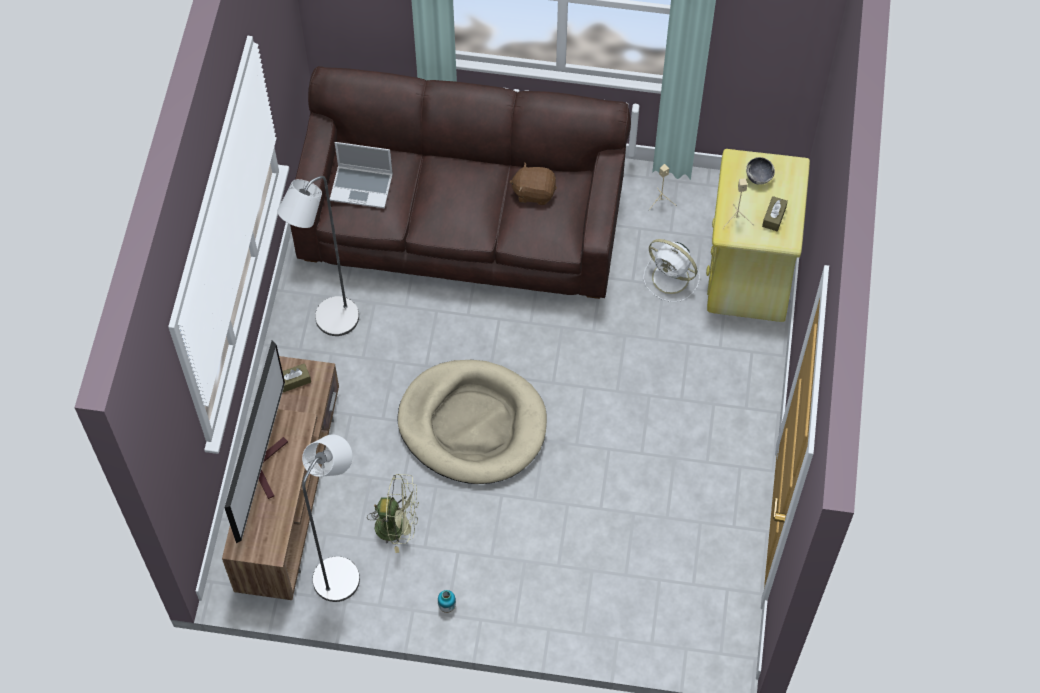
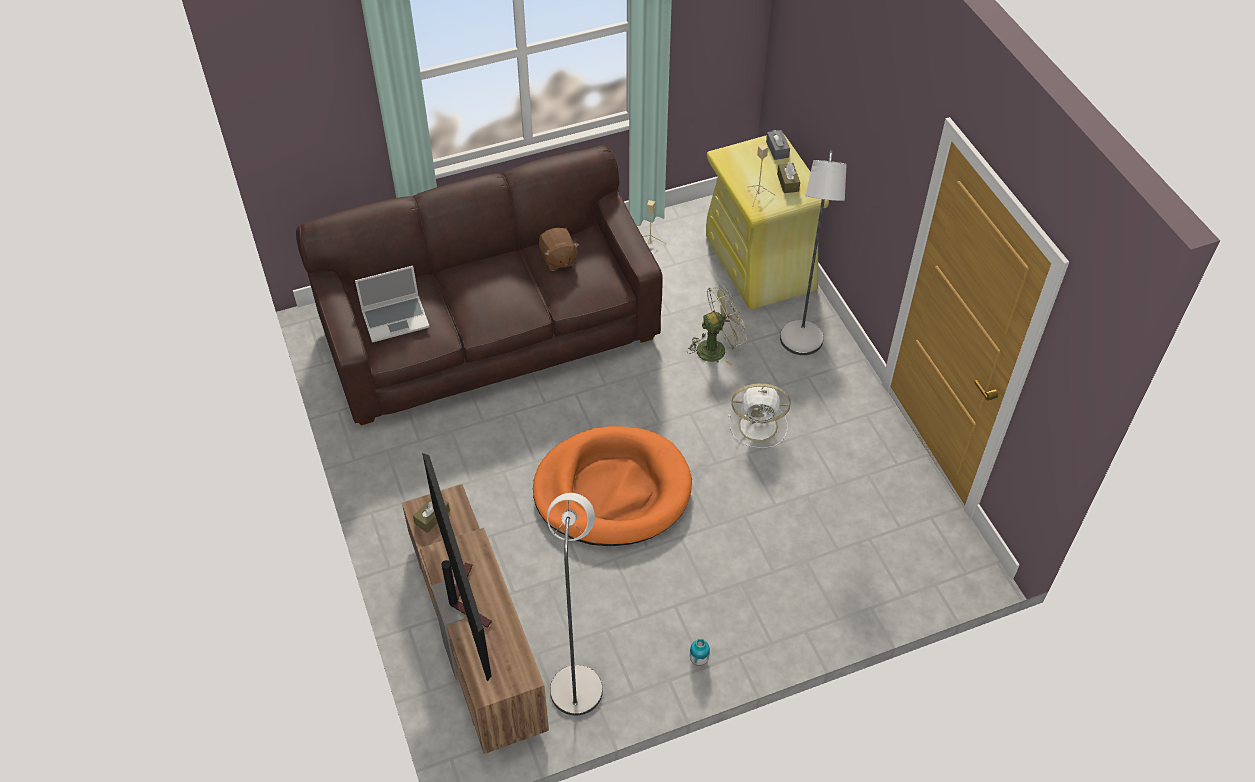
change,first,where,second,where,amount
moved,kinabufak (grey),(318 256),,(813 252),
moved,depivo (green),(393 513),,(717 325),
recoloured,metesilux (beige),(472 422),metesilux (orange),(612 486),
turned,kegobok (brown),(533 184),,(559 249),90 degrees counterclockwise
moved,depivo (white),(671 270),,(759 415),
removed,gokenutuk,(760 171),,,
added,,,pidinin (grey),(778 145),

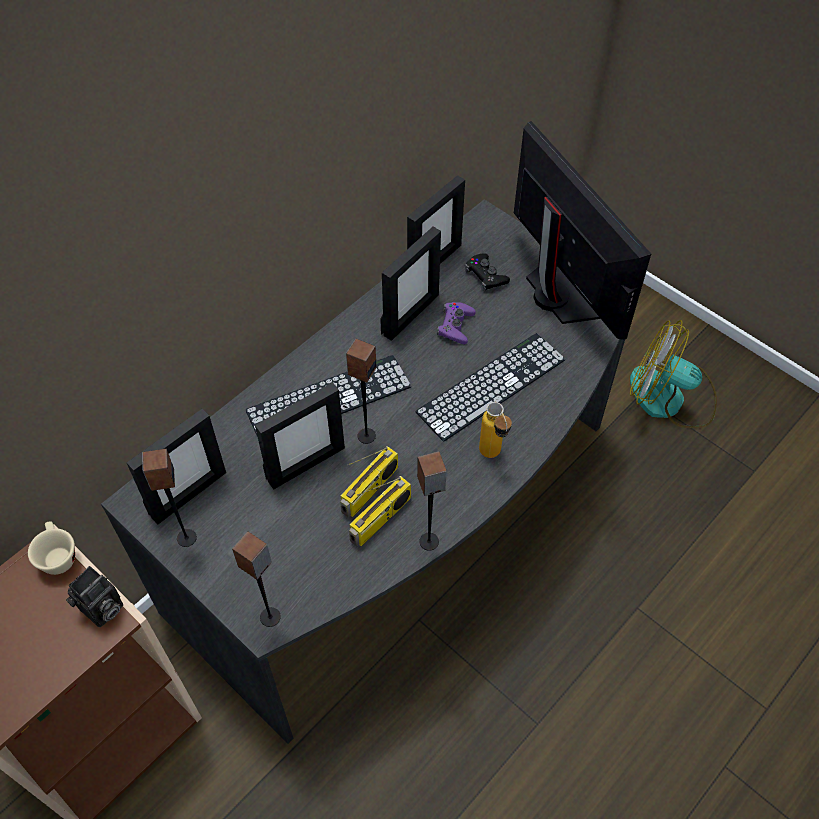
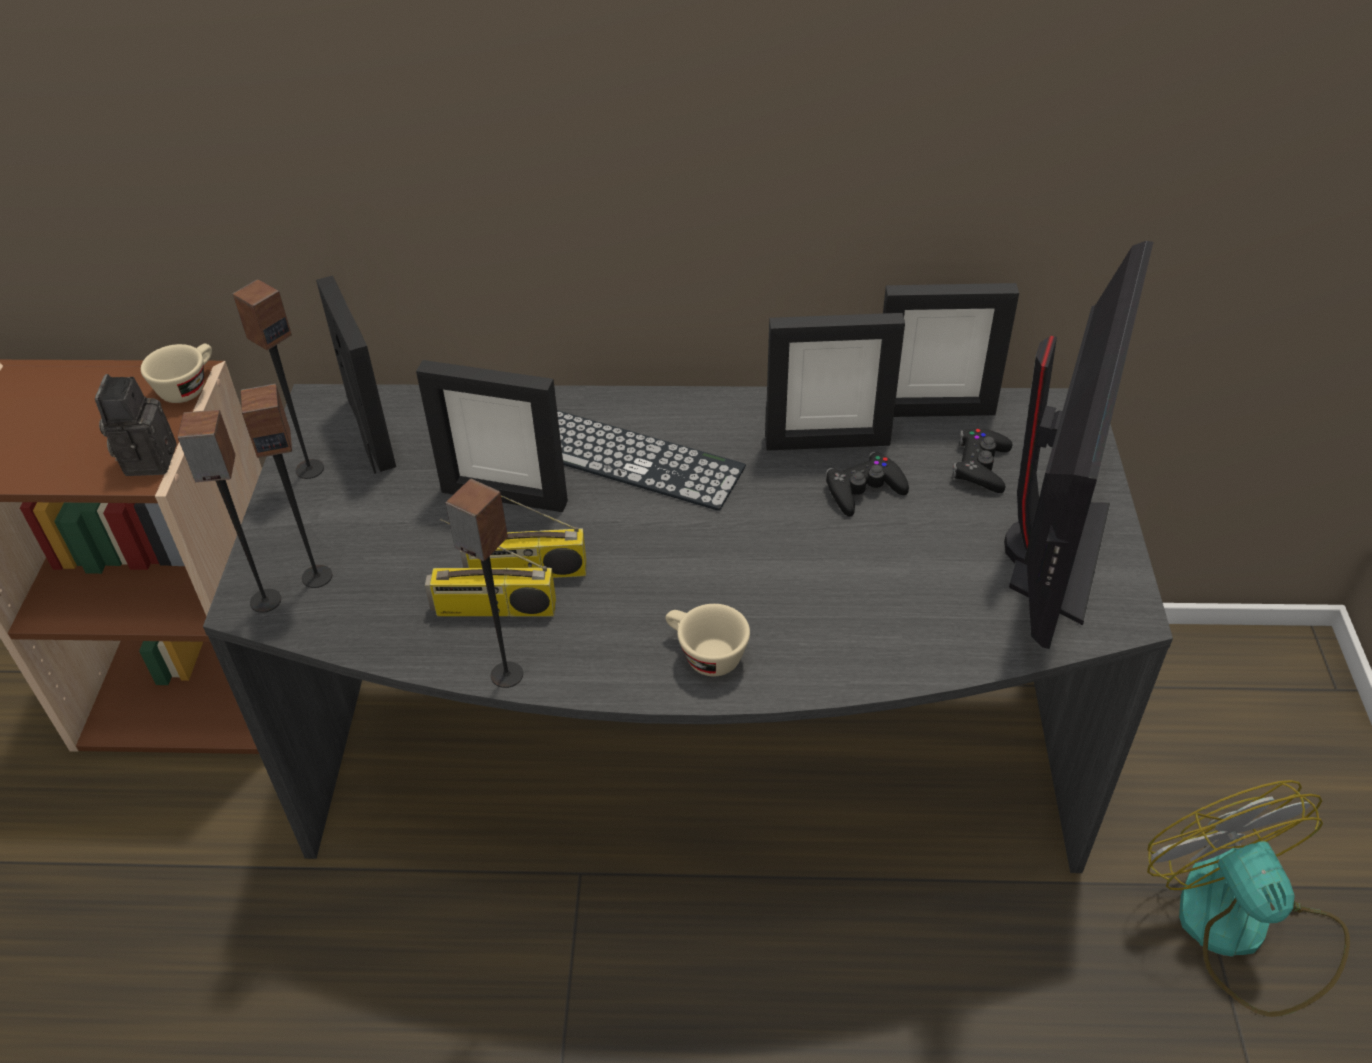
change,first,where,second,where,amount
turned,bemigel,(94 596),,(136 425),90 degrees clockwise
turned,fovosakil,(176 466),,(356 375),120 degrees counterclockwise
moved,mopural,(361 391),,(287 486),
removed,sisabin,(490 387),,,
recoloured,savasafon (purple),(456 323),savasafon (black),(867 484),
replaced,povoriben,(495 430),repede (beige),(707 640),

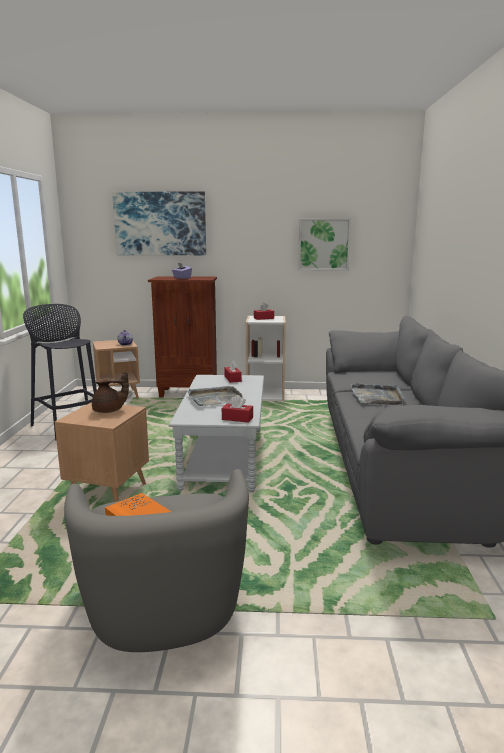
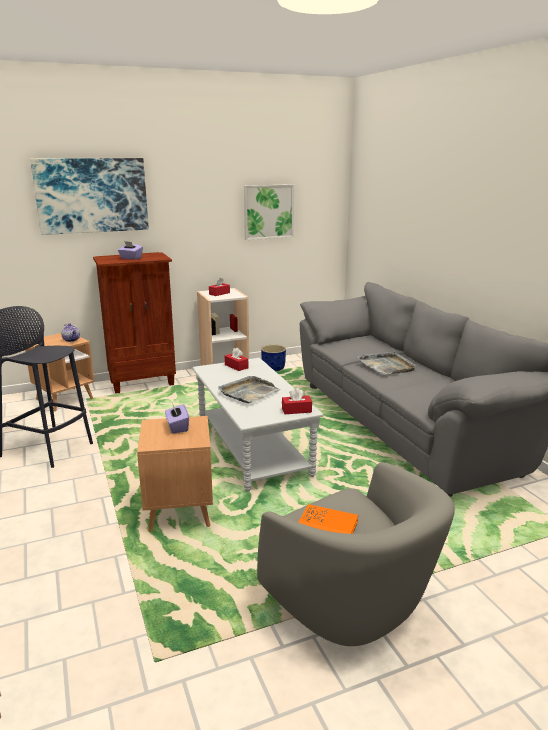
change,first,where,second,where,amount
replaced,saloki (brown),(110 392),pidinin (purple),(177 418),
added,,,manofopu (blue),(273 358),

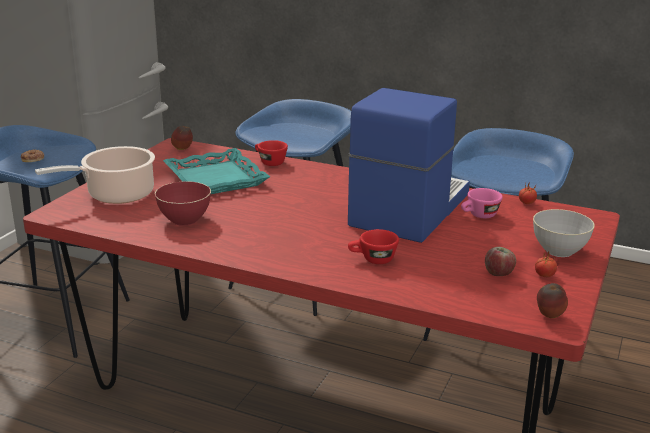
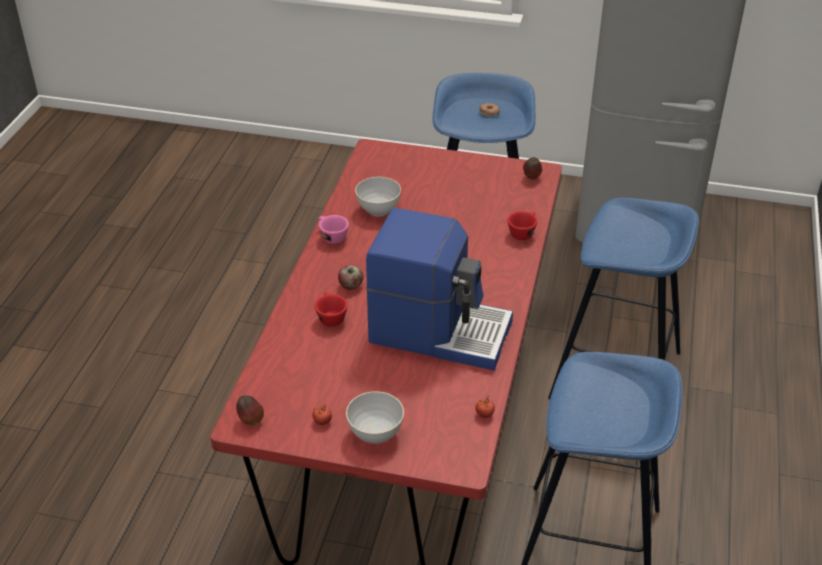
change,first,where,second,where,amount
removed,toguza,(95 175),,,
recoloured,gokenutuk (red),(183 203),gokenutuk (grey),(378 196),
removed,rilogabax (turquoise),(216 171),,,
moved,repede (pink),(482 203),,(333 229),
moved,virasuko,(500 261),,(351 277),

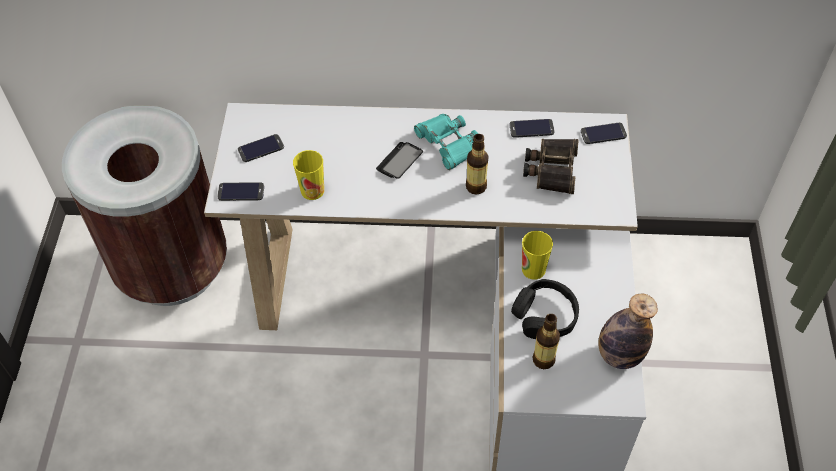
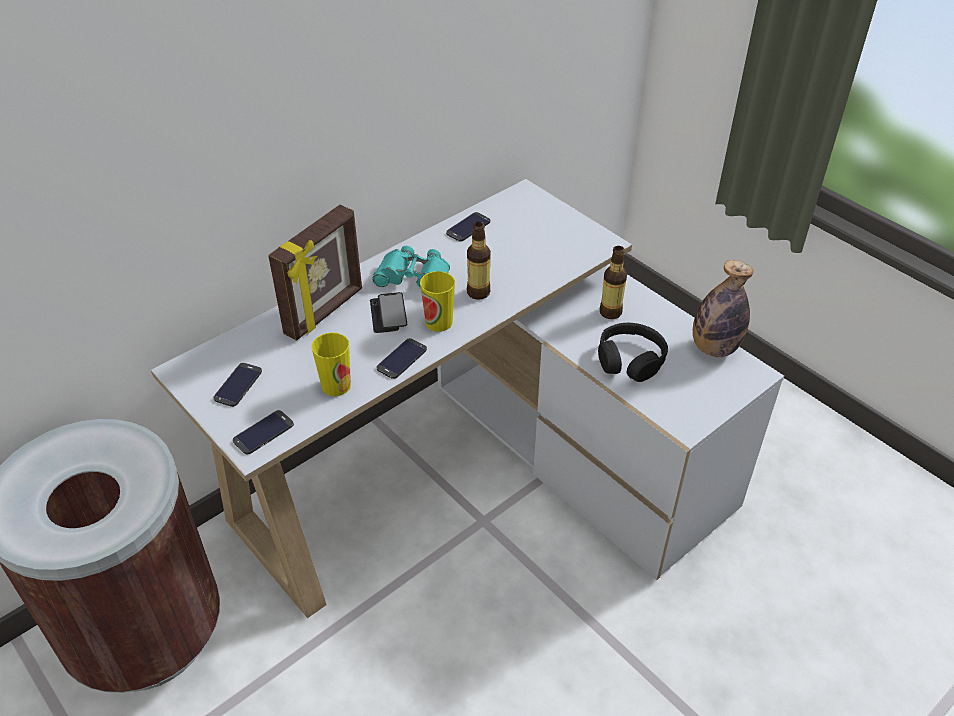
change,first,where,second,where,amount
moved,repede,(537 255),,(437 301),
removed,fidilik,(551 166),,,
moved,povoriben,(546 341),,(613 282),
moved,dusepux,(604 133),,(402 358),
added,,,fovosakil,(315 273),

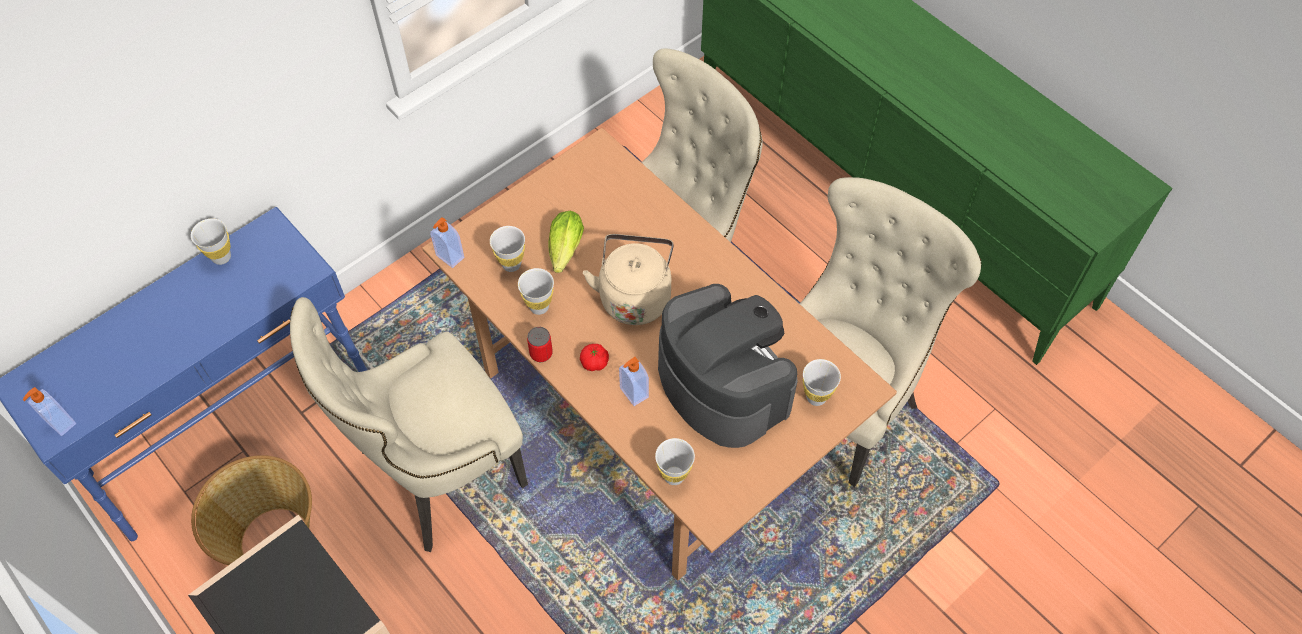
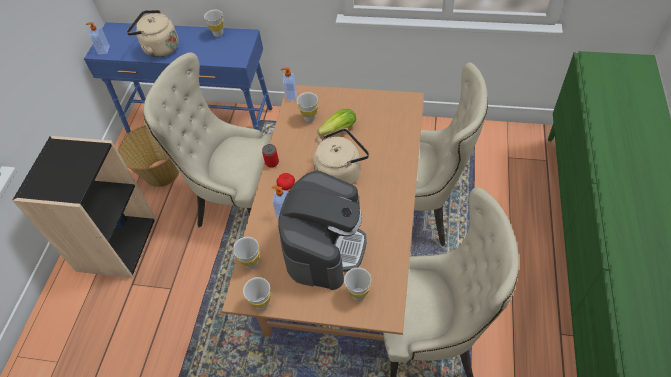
change,first,where,second,where,amount
moved,repede (white),(536 291),,(257 293),
added,,,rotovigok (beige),(153 33),

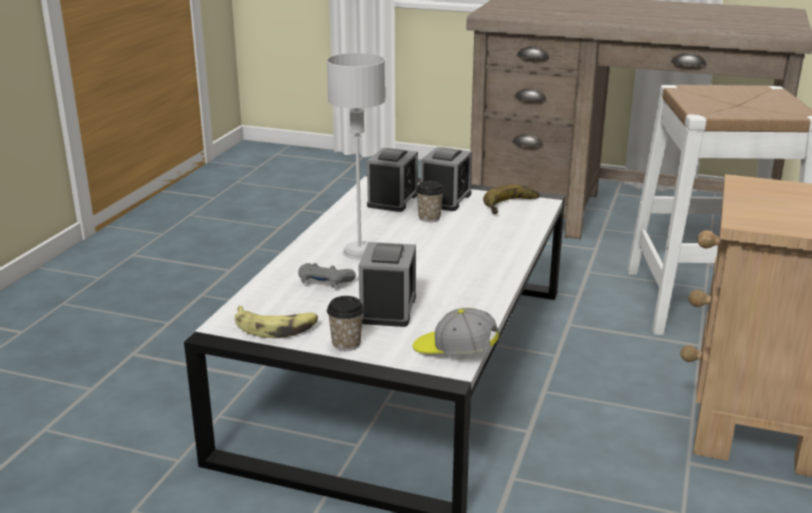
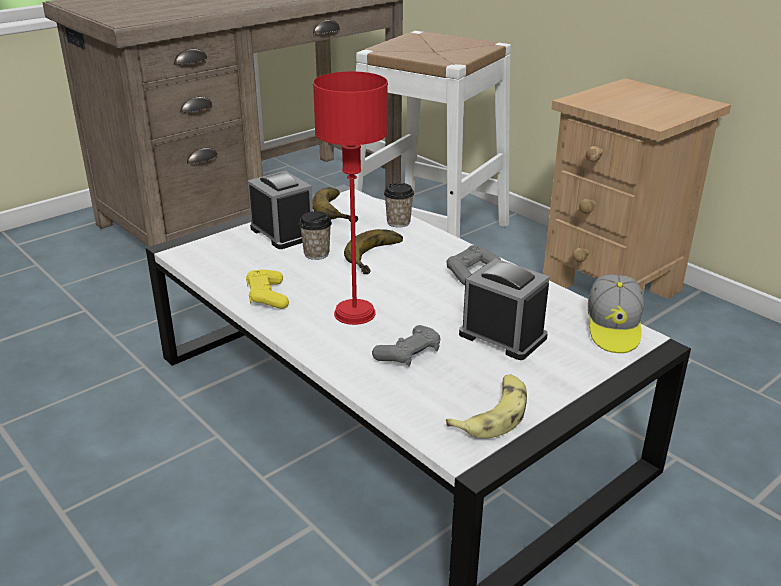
change,first,where,second,where,amount
recoloured,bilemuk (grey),(355 156),bilemuk (red),(350 198),
moved,repede,(345 323),,(399 205),
removed,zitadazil,(392 180),,,
turned,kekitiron,(456 331),,(615 313),45 degrees counterclockwise
added,,,savasafon (yellow),(267 289),
added,,,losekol,(373 251),
added,,,savasafon (grey),(474 265),

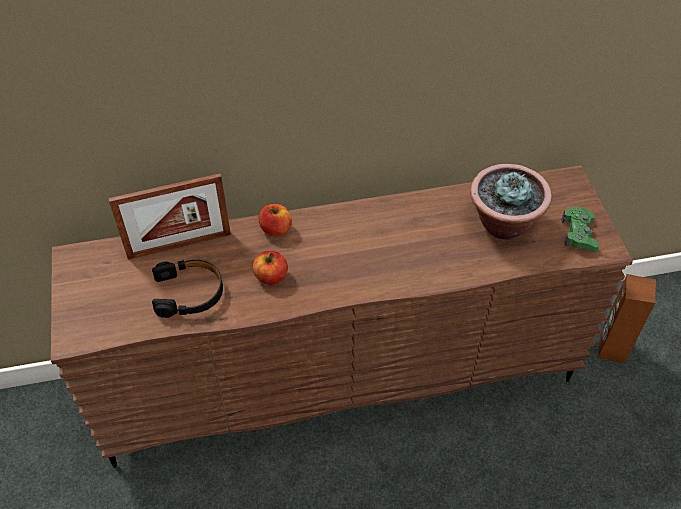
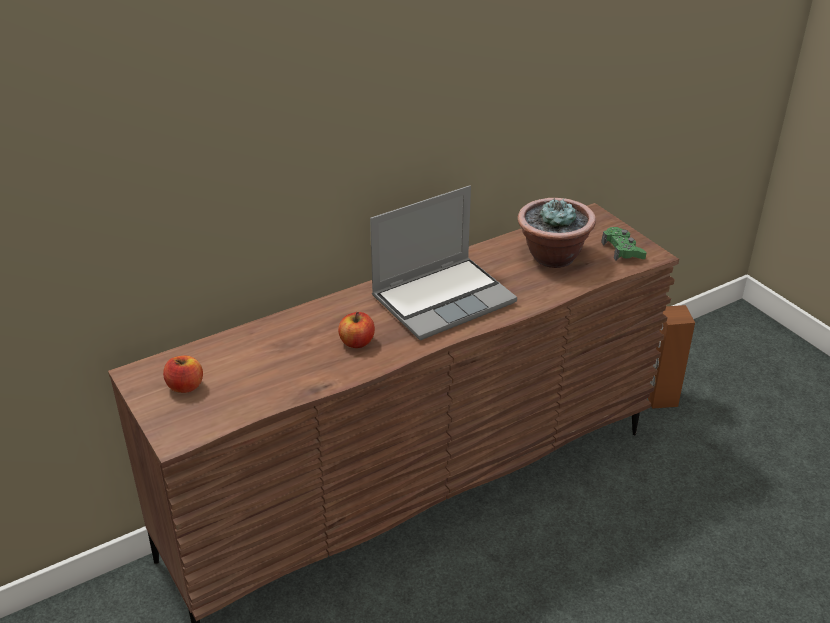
change,first,where,second,where,amount
removed,fovosakil,(170 216),,,
removed,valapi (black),(187 289),,,
moved,virasuko,(275 220),,(183 374),
added,,,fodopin,(443 262),

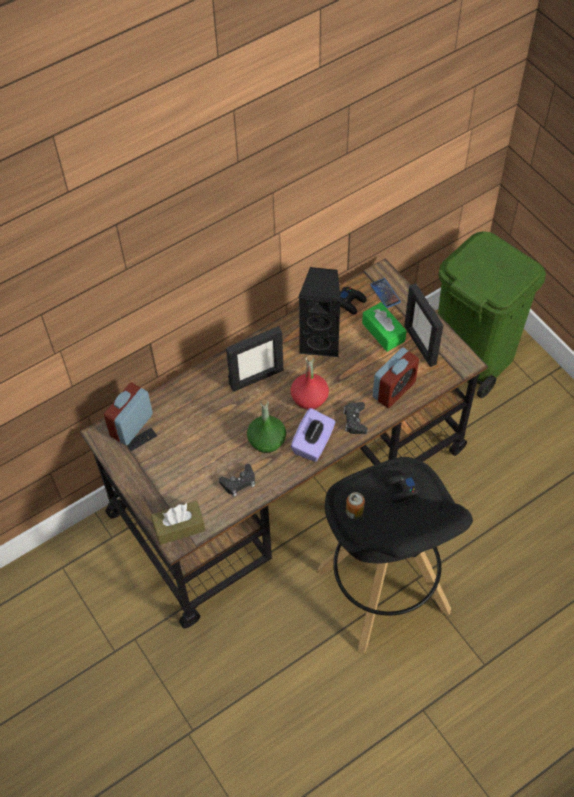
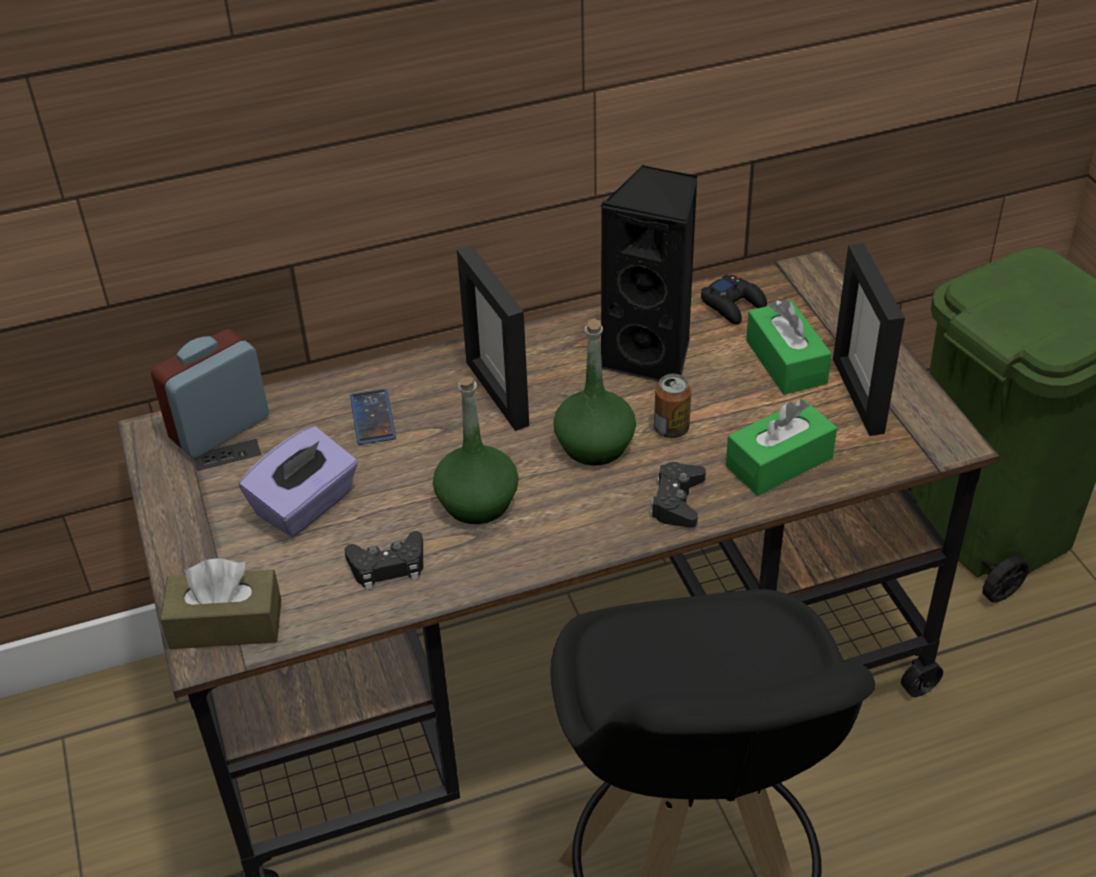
change,first,where,second,where,amount
turned,fovosakil,(255 359),,(493 338),75 degrees clockwise
recoloured,povoriben (red),(310 382),povoriben (green),(594 392),
moved,pidinin (purple),(313 435),,(298 481),
moved,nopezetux,(355 506),,(672 406),
moved,dusepux,(385 293),,(373 417),
replaced,zitadazil,(396 377),pidinin (green),(781 447),
removed,savasafon (black),(402 488),,,

